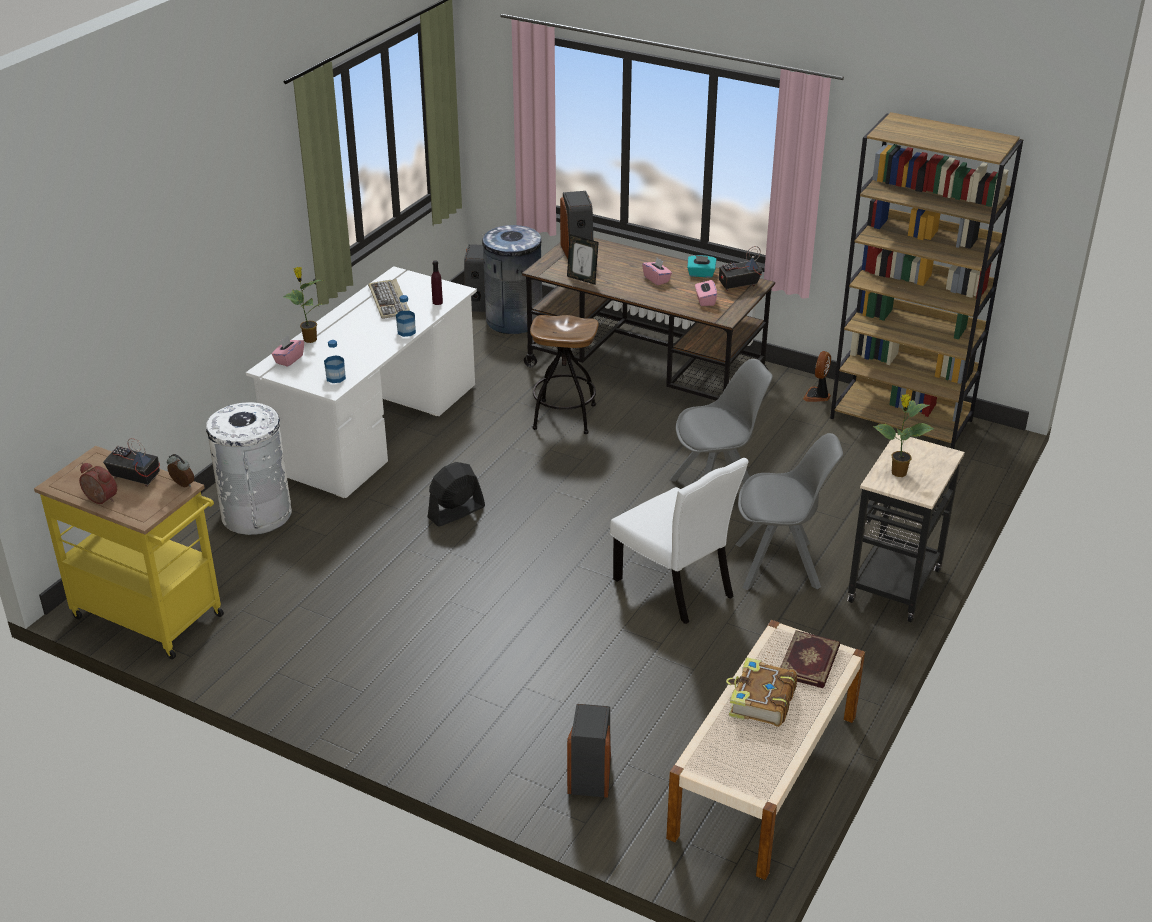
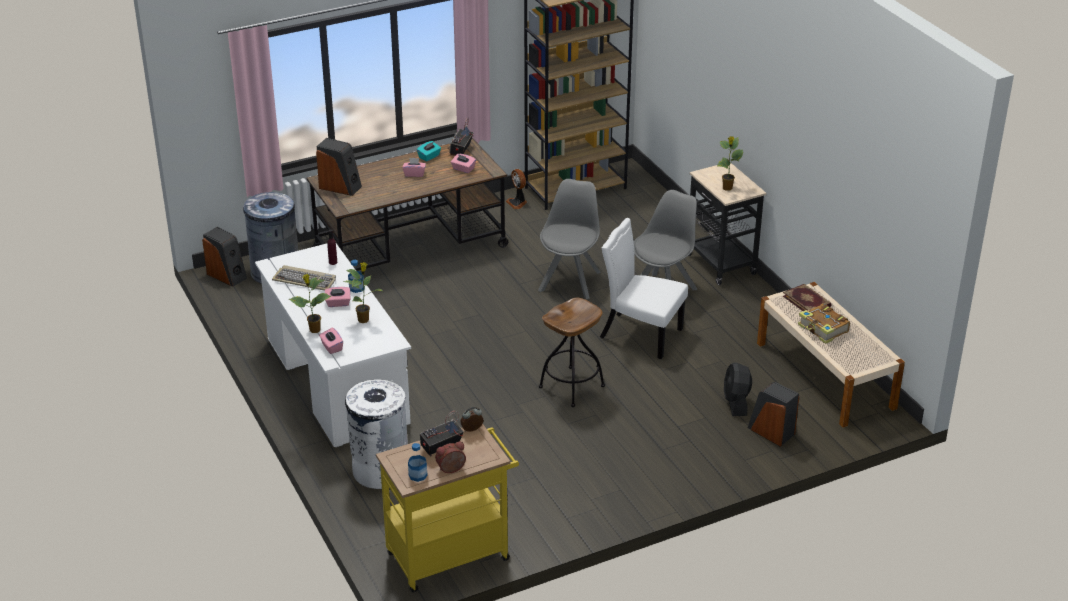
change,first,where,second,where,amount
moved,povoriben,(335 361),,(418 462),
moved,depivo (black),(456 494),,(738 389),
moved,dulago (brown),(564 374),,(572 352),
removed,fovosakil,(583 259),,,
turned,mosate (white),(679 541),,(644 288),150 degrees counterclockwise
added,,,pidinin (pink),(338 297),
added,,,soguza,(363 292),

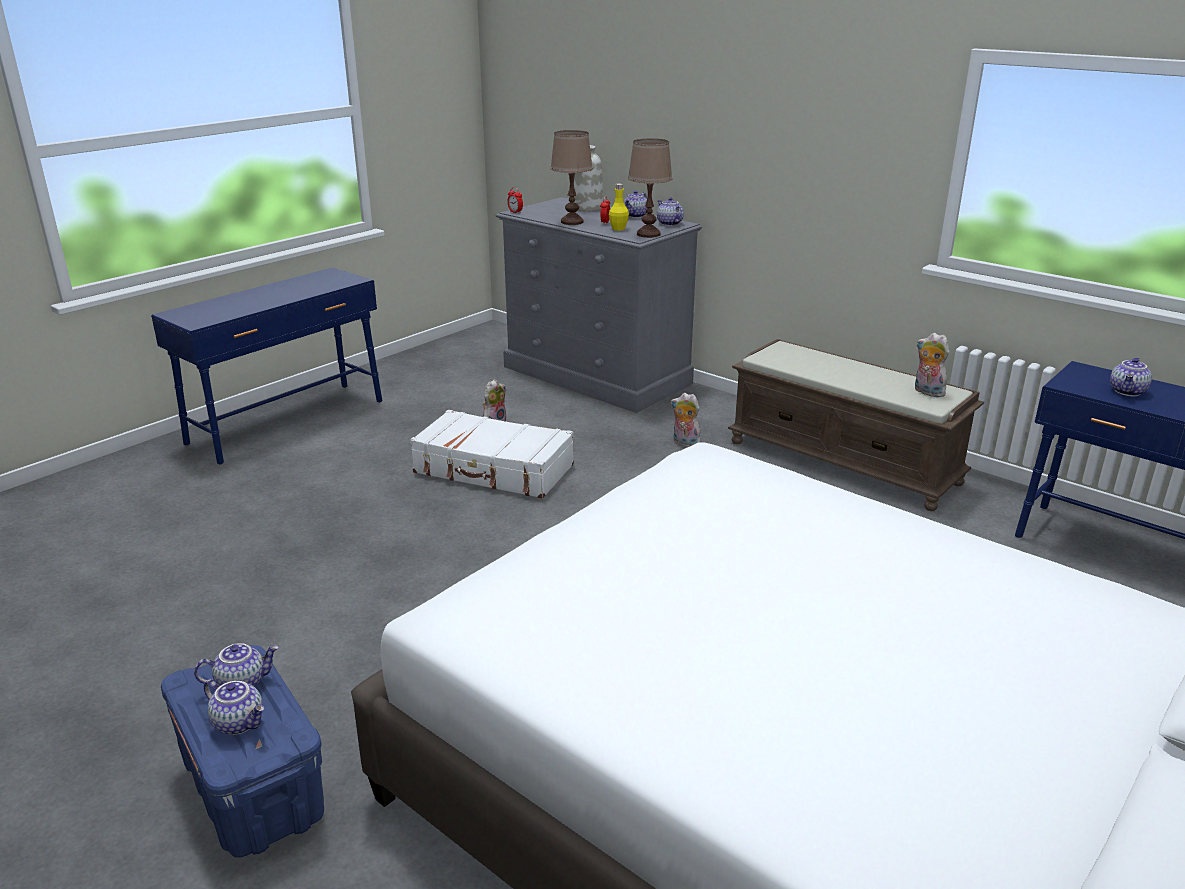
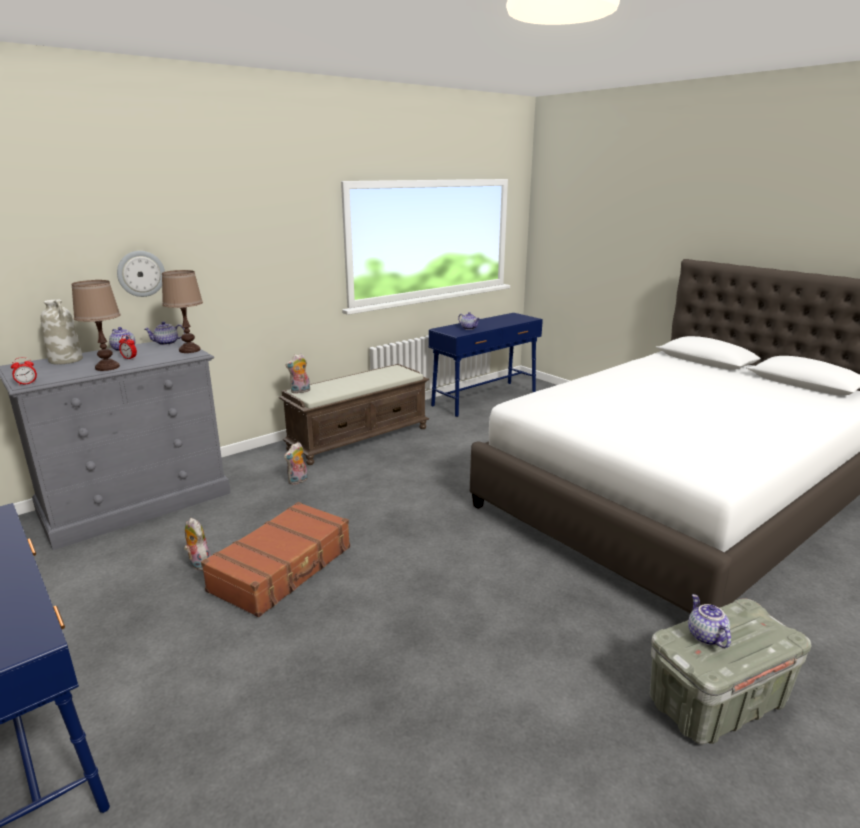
change,first,where,second,where,amount
recoloured,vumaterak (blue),(242 751),vumaterak (grey),(730 671),
removed,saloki,(234 707),,,
recoloured,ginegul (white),(492 454),ginegul (brown),(275 559),
removed,povoriben (yellow),(619 207),,,
moved,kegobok,(932 365),,(297 374),
added,,,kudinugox,(141 274),

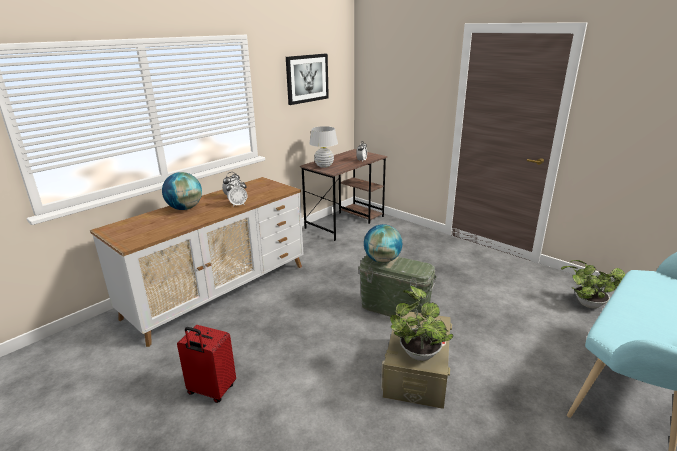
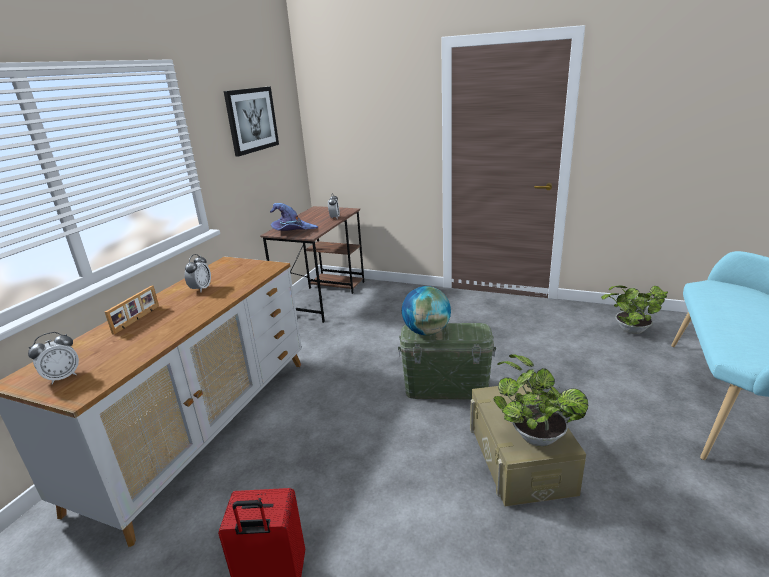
change,first,where,second,where,amount
replaced,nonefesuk,(182 191),fovosakil,(132 310),
moved,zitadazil,(236 193),,(53 358),
replaced,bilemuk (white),(323 147),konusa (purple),(294 217),

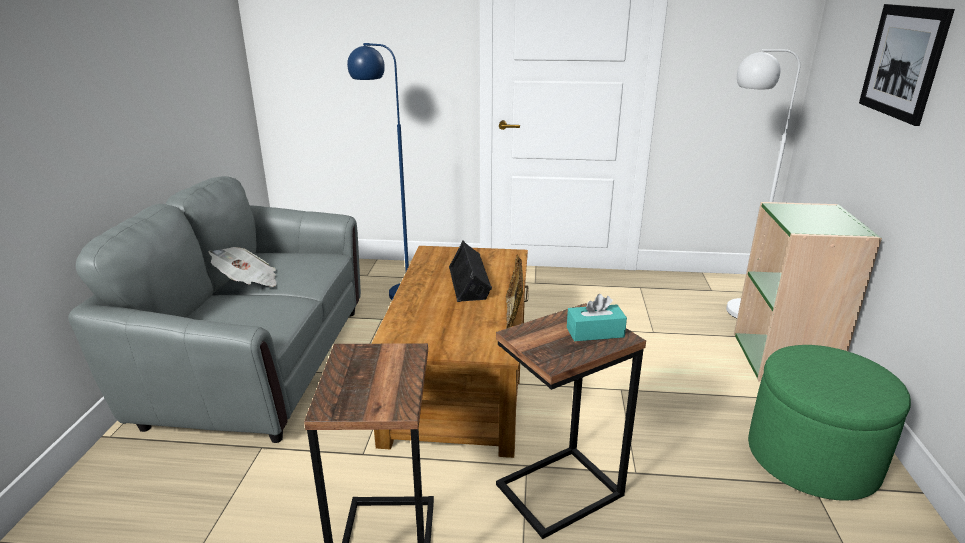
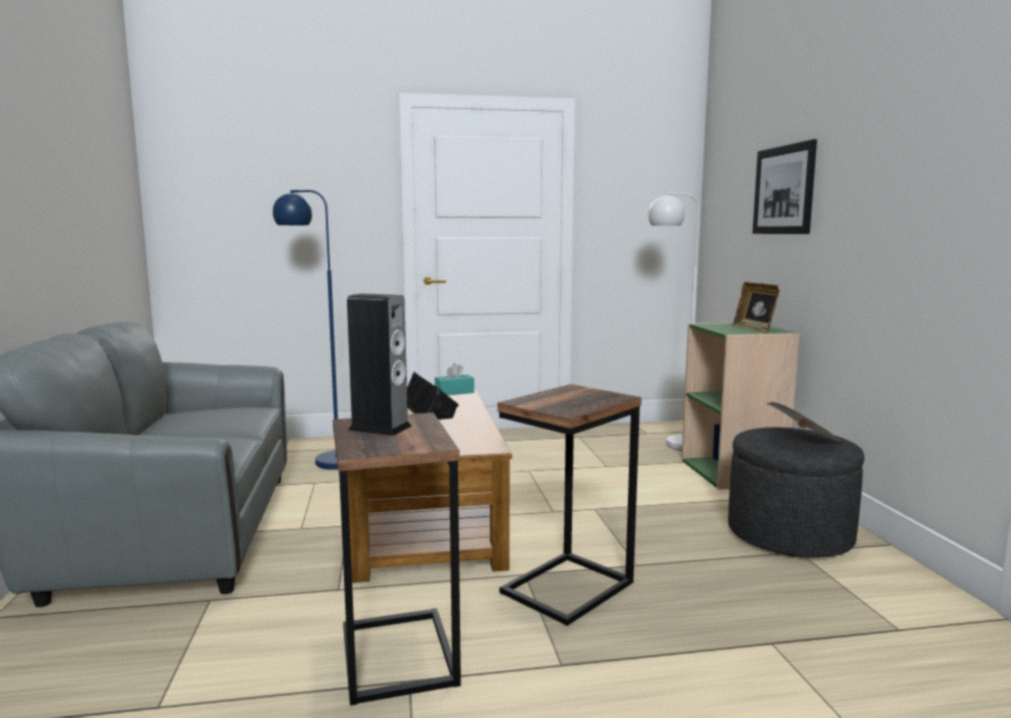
change,first,where,second,where,amount
moved,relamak,(242 267),,(805 422),
moved,fovosakil,(514 291),,(756 307),
moved,pidinin (turquoise),(597 317),,(454 379),
recoloured,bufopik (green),(829 423),bufopik (grey),(796 492),
added,,,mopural,(379 365),

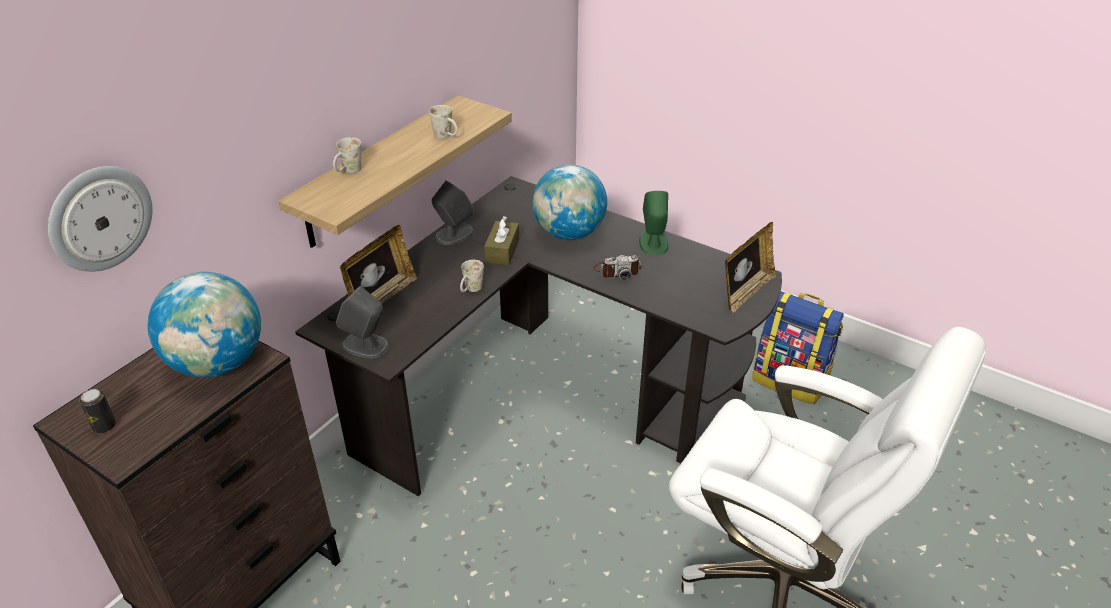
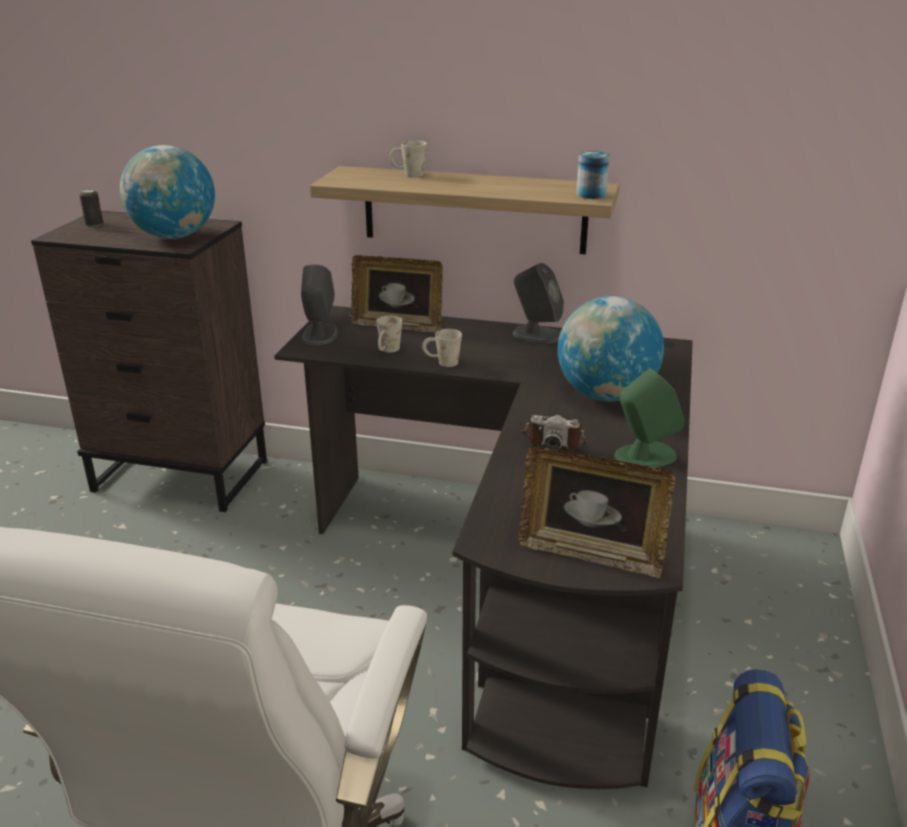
change,first,where,second,where,amount
removed,kudinugox,(100 219),,,
moved,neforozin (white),(443 122),,(389 334),
removed,pidinin (brown),(501 240),,,
turned,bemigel,(617 267),,(554 432),45 degrees counterclockwise
added,,,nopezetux,(593 175),

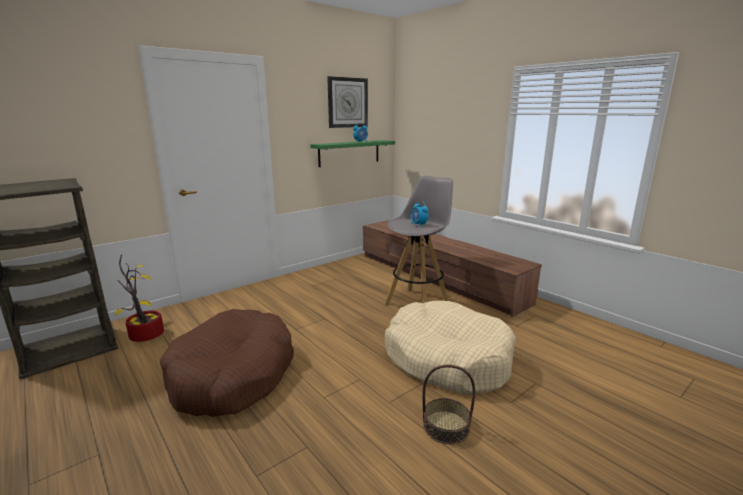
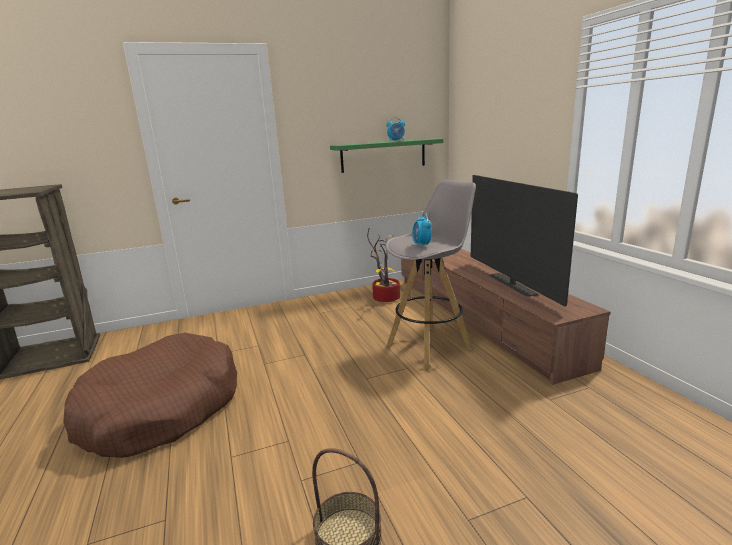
change,first,where,second,where,amount
moved,soguza,(139 298),,(383 265),
removed,kudinugox,(347 102),,,
removed,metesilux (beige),(450 348),,,
added,,,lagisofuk,(524 240),

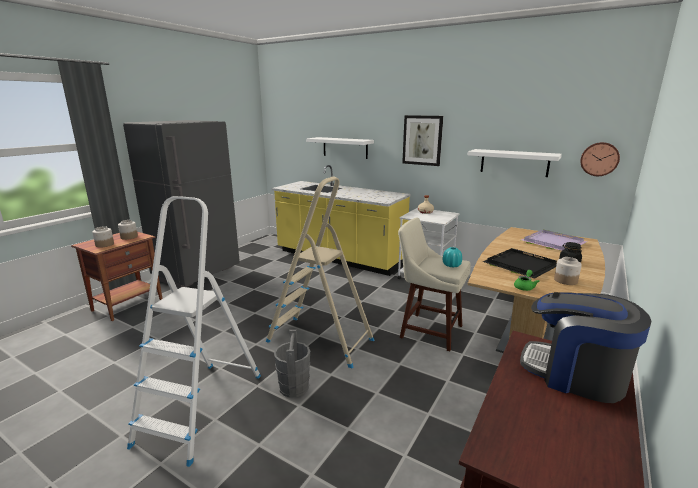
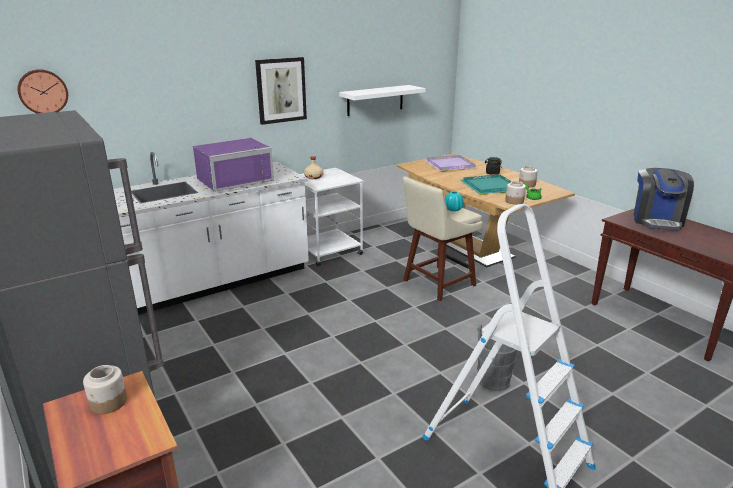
change,first,where,second,where,amount
moved,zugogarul,(103 237),,(515 193),
removed,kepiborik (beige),(320 272),,,
recoloured,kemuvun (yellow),(341 220),kemuvun (white),(211 233),
removed,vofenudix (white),(340 148),,,
recoloured,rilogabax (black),(520 263),rilogabax (turquoise),(486 184),
turned,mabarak,(586 347),,(663 199),45 degrees counterclockwise
moved,kudinugox,(600 159),,(42 91),
added,,,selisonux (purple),(233 165),

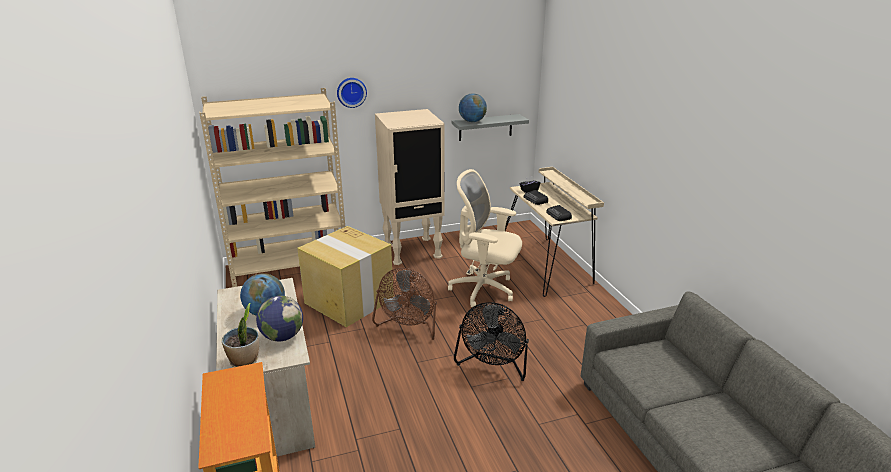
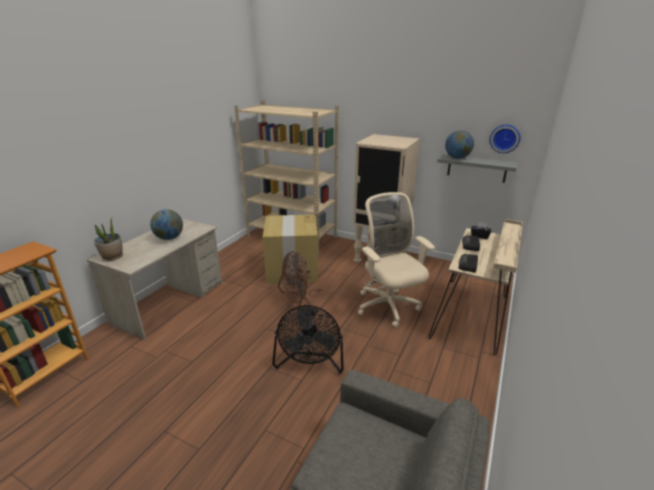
change,first,where,second,where,amount
removed,nonefesuk,(279 318),,,
moved,kudinugox,(352 93),,(505 139),
turned,depivo (black),(491 341),,(308 339),60 degrees counterclockwise

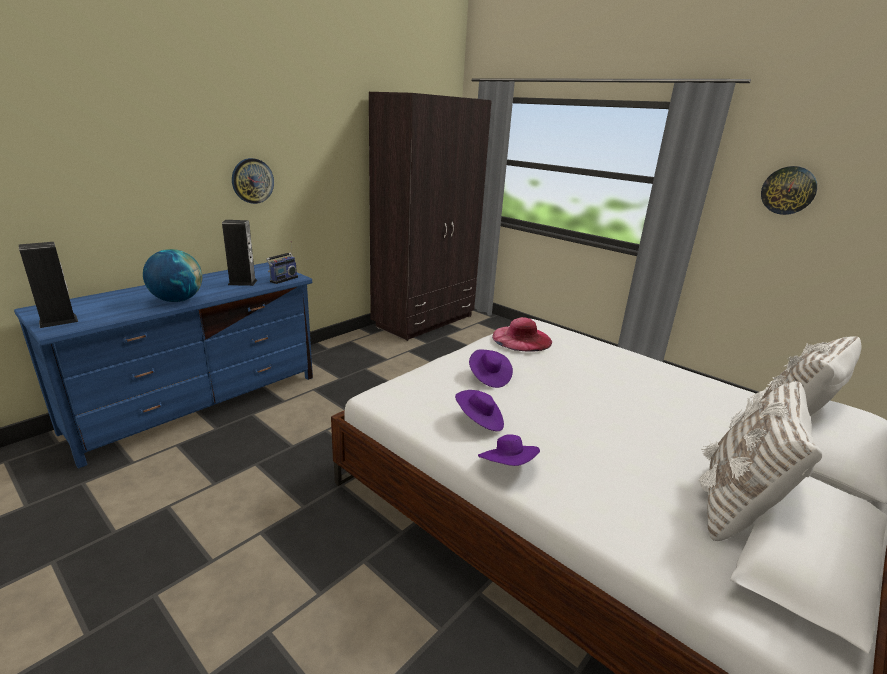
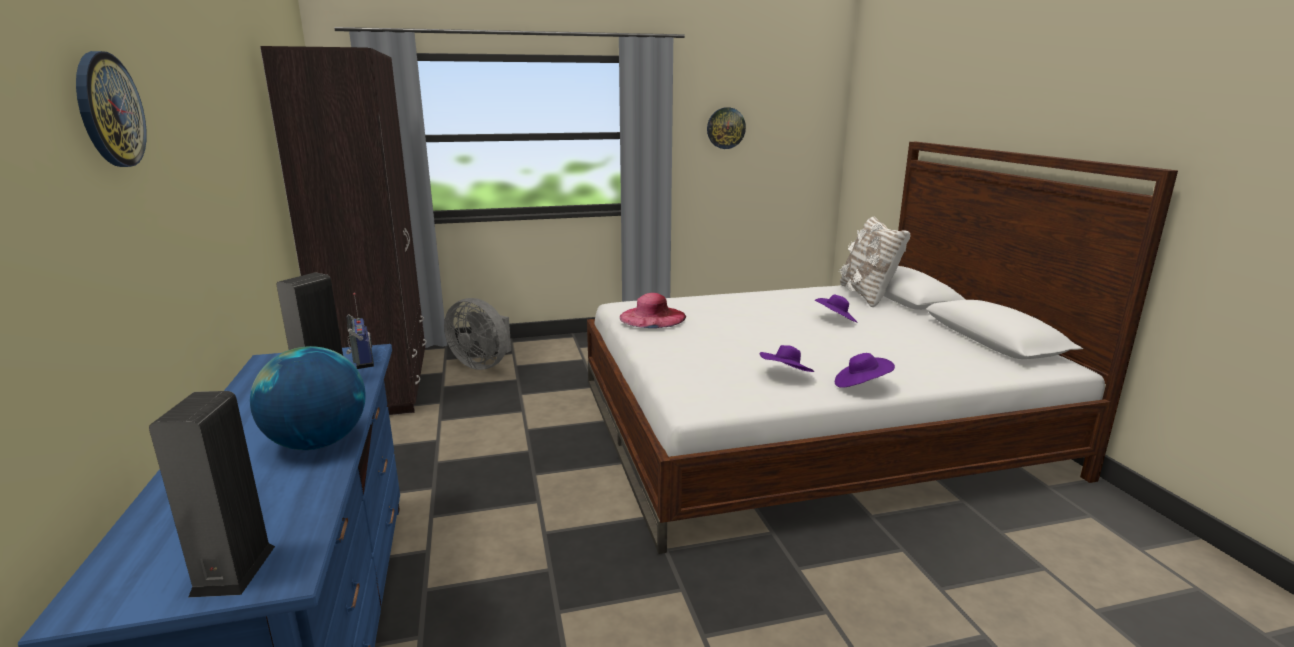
change,first,where,second,where,amount
moved,kudinugox,(253 181),,(111 109),
moved,konusa (purple),(491 368),,(836 308),
removed,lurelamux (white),(760 461),,,
added,,,depivo (grey),(477 334),

